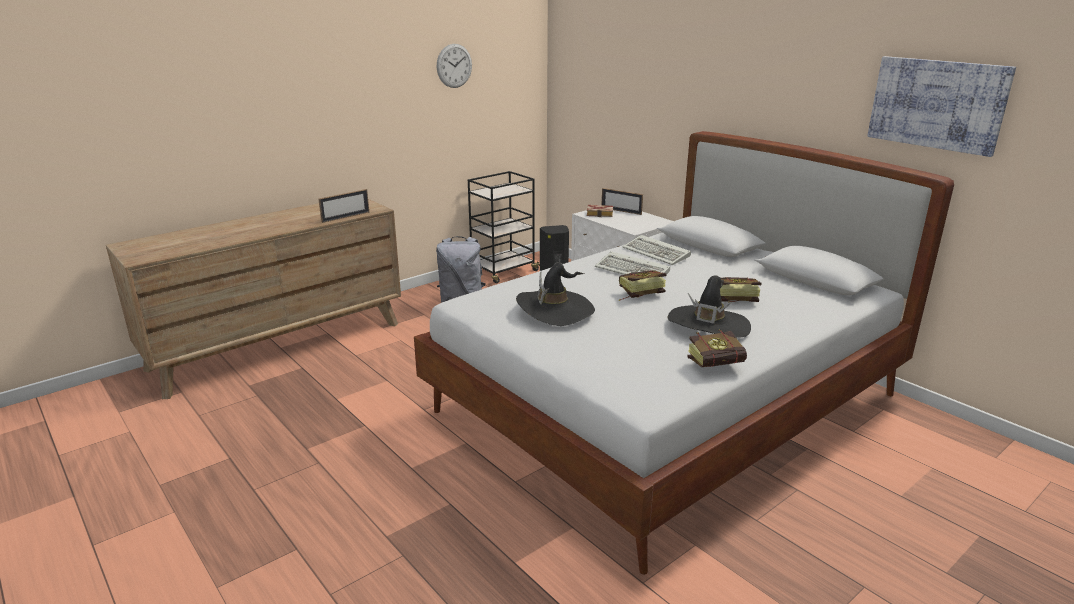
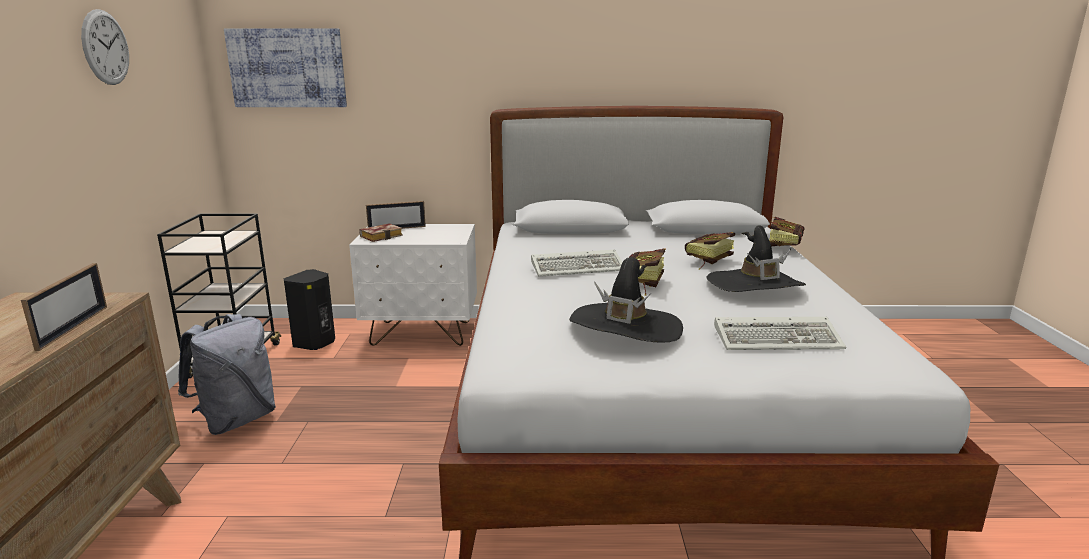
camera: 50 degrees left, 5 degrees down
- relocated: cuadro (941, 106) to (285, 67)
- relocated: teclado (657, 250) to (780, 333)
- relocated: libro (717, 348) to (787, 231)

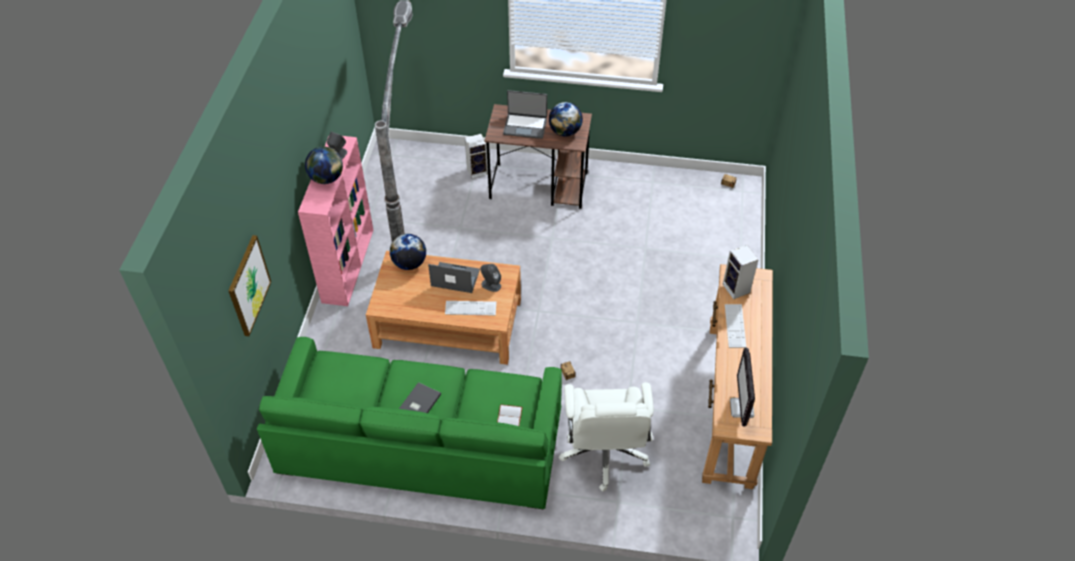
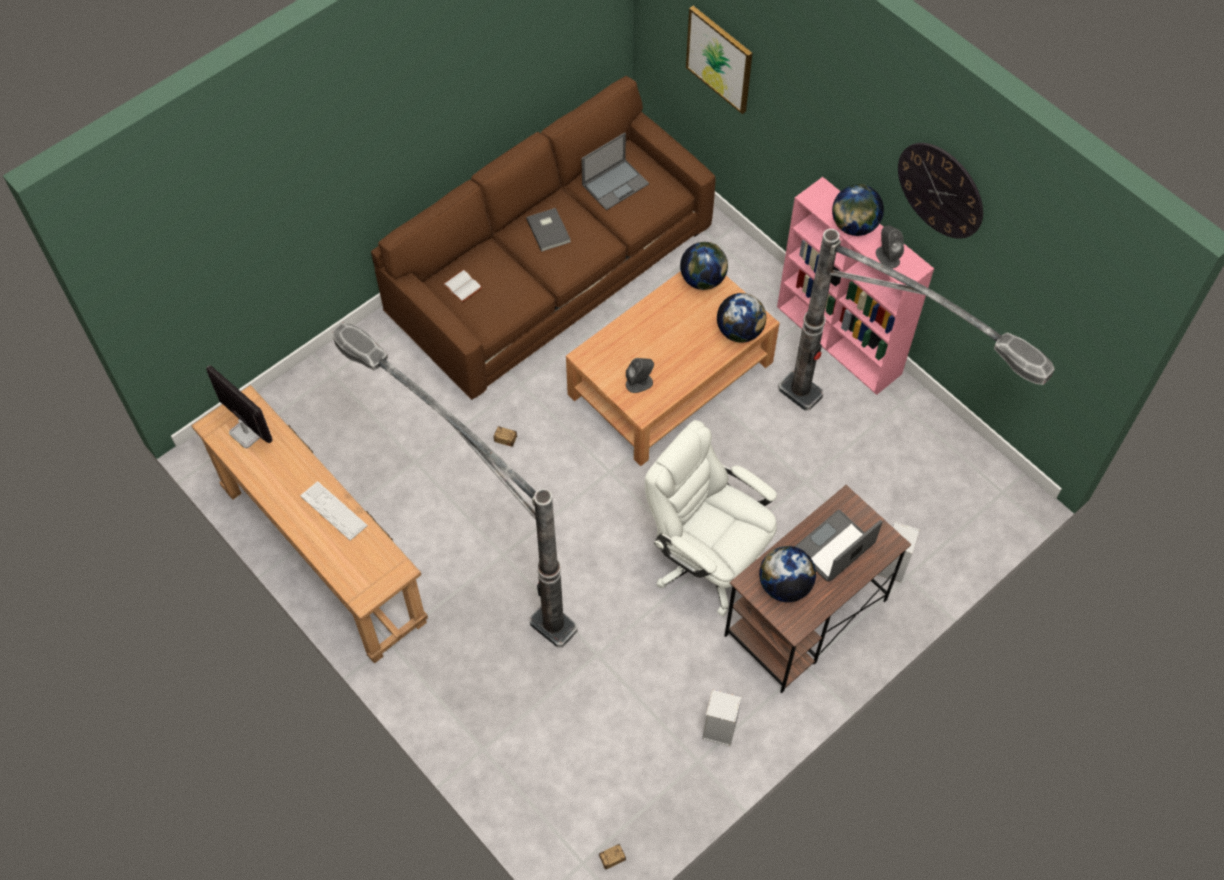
camera: 130 degrees right, 10 degrees up
- appeared: lámpara de pie (455, 485)
- colour: sofá [verde] (409, 423) to sofá [marrón] (543, 238)
- relocated: portátil (454, 277) to (615, 171)
- relocated: silla de oficina [blanco] (606, 436) to (711, 518)
- appeared: globo terráqueo (704, 266)
- relocated: altavoz (740, 272) to (722, 718)
- appeared: reloj de pared (940, 191)
- missing: teclado (470, 308)

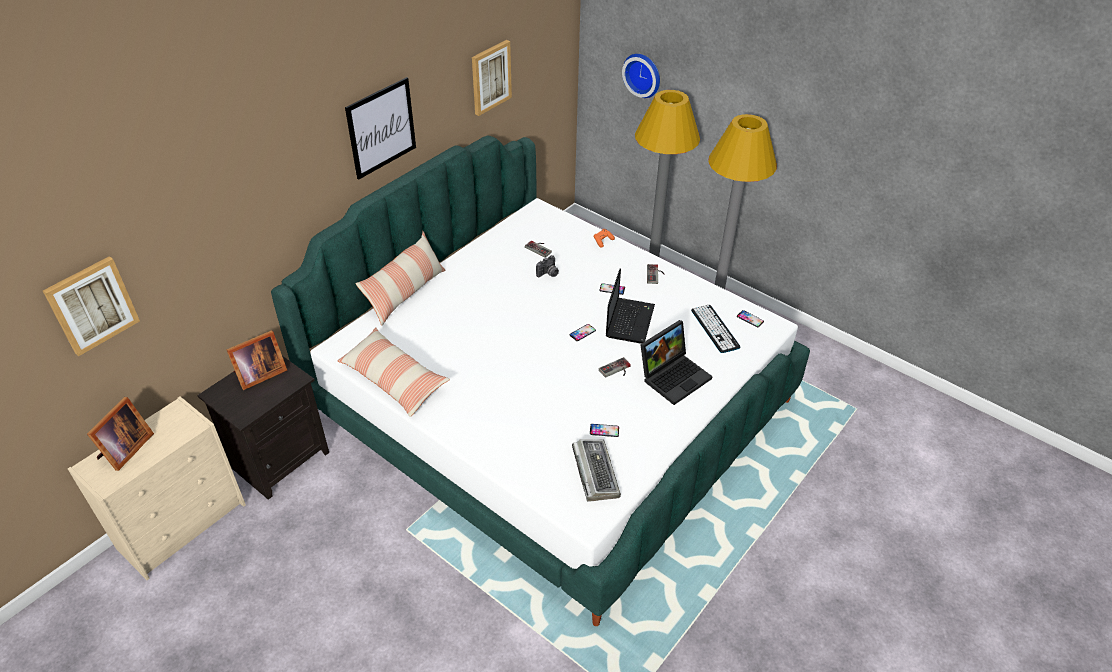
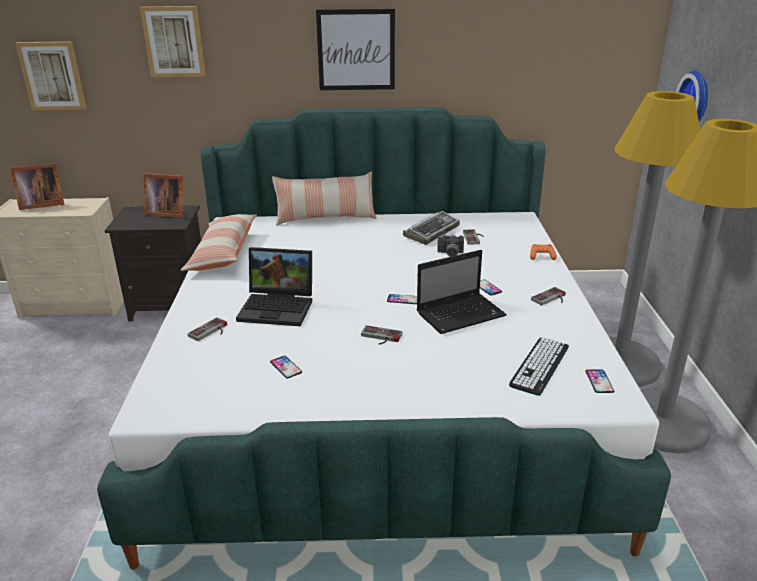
camera: 50 degrees right, 15 degrees down
- relocated: cuadro (492, 78) to (173, 41)
- appeared: mando de consola (207, 329)
- relocated: portátil (676, 362) to (274, 286)
- relocated: teclado (596, 470) to (431, 228)

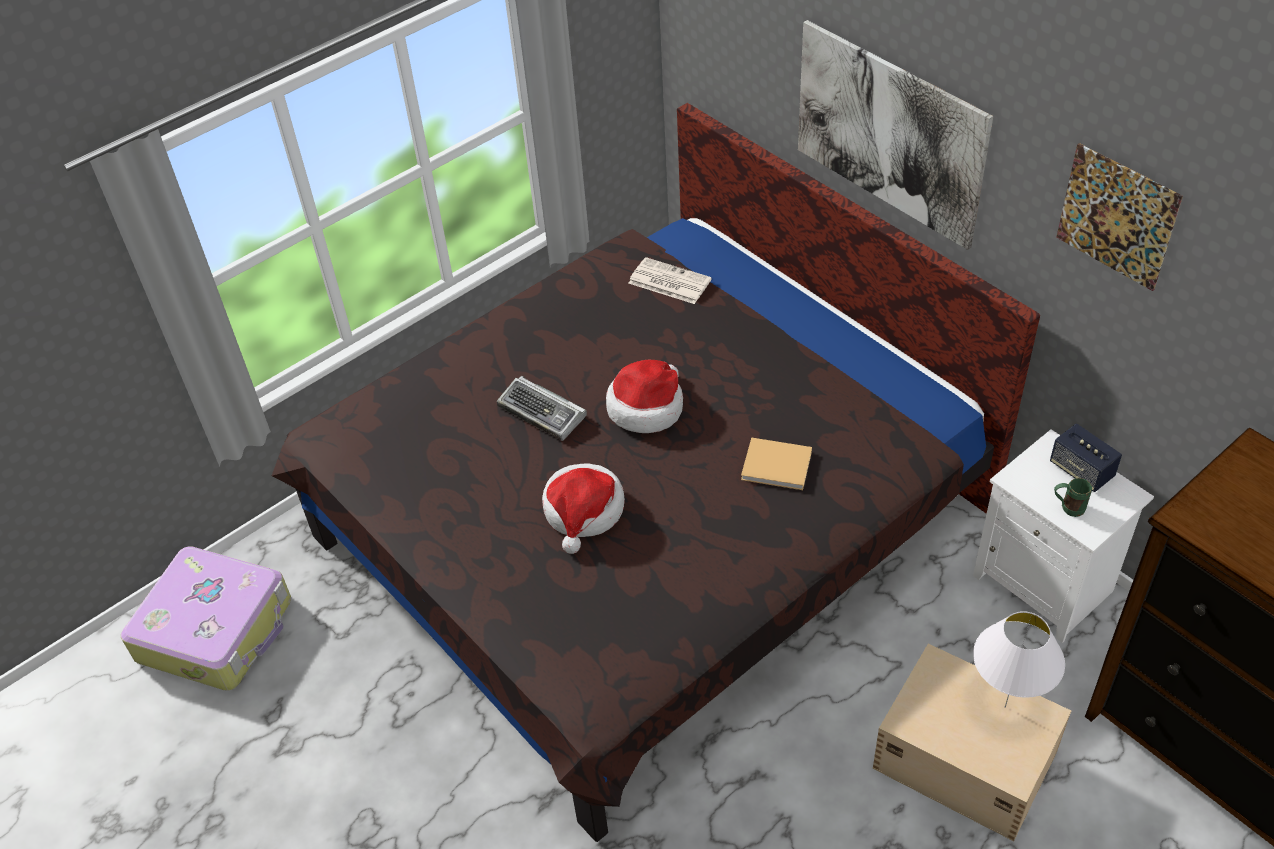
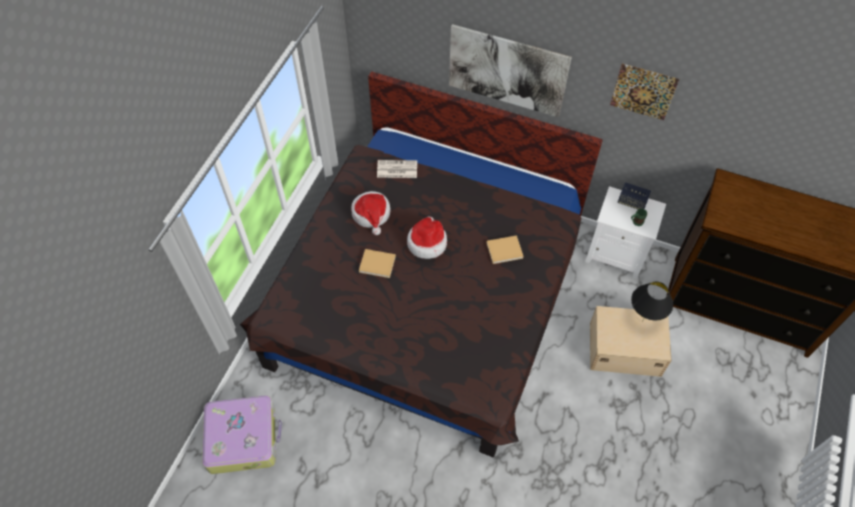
camera: 30 degrees left, 10 degrees up
- relocated: sombrero (583, 509) to (370, 213)
- exchanged: teclado (542, 408) to libro [beis] (377, 263)
- colour: lámpara de mesa [blanco] (1019, 659) to lámpara de mesa [negro] (652, 302)

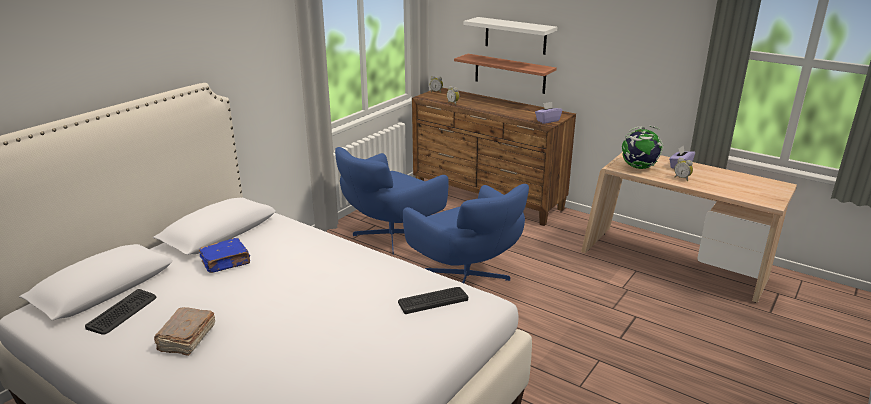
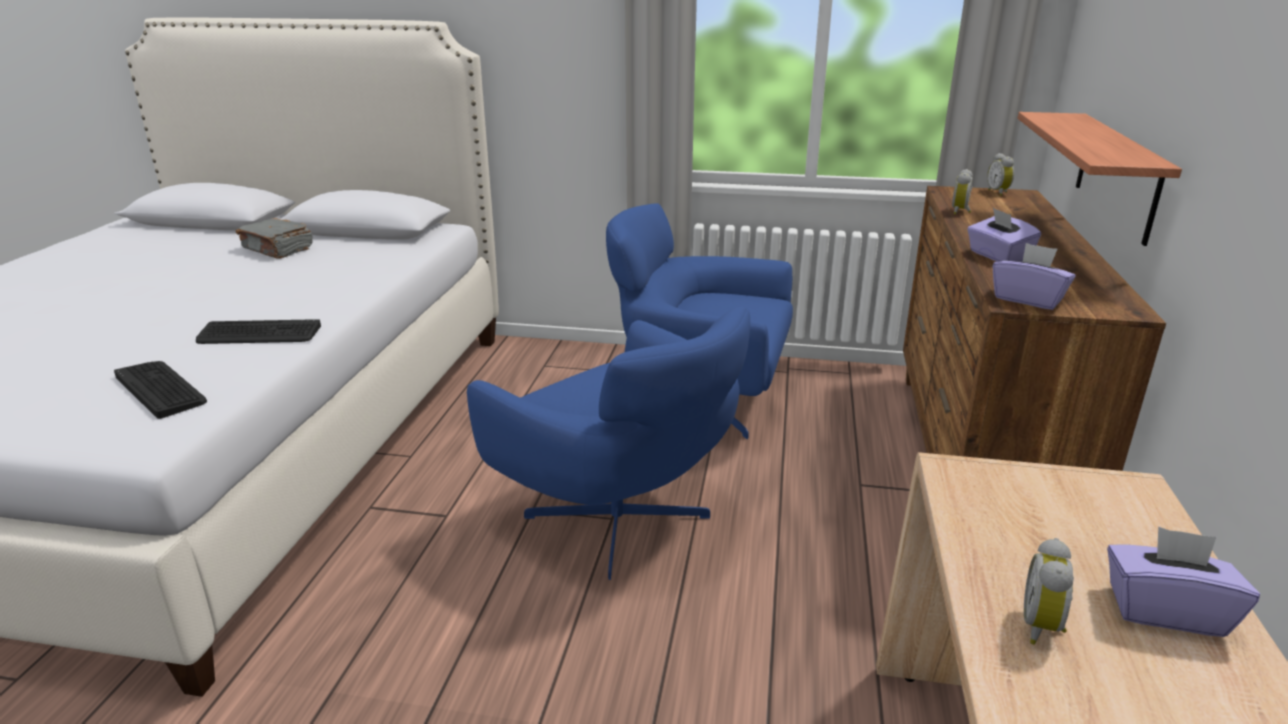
camera: 65 degrees right, 0 degrees up
- relocated: teclado (120, 312) to (258, 331)
- colour: libro [azul] (224, 255) to libro [gris] (274, 238)
- spun: sillón [azul] (466, 233) = (608, 443) 75 degrees counterclockwise
- appeared: caja de pañuelos [morado] (1004, 235)
- missing: libro [marrón] (184, 331)
- missing: estante [blanco] (510, 36)
- missing: globo terráqueo (642, 147)

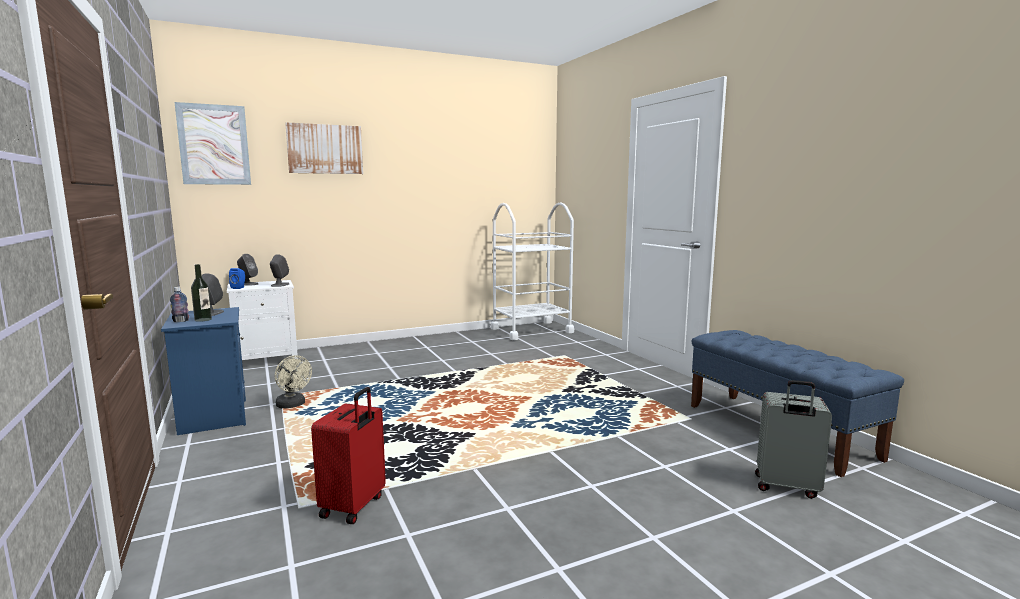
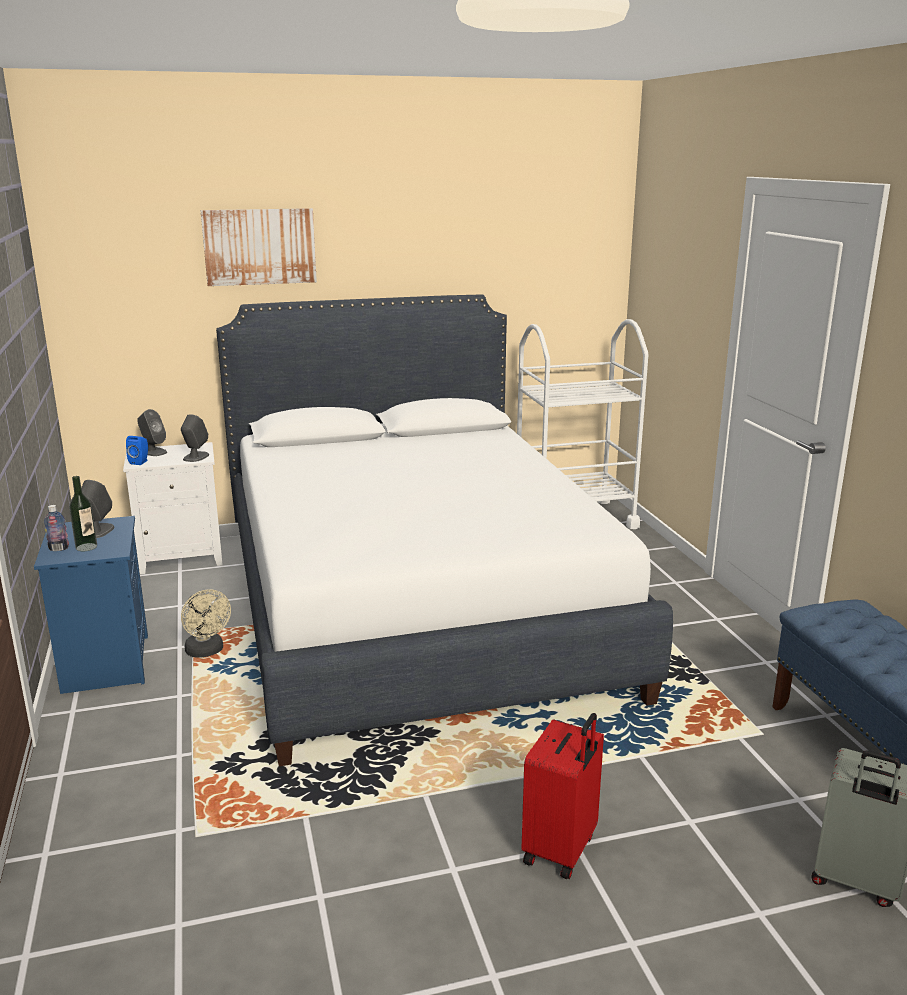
camera: 10 degrees right, 10 degrees up
- appeared: cama [blanco] (444, 530)
- relocated: maleta [rojo] (348, 455) to (562, 796)
- missing: cuadro (213, 143)

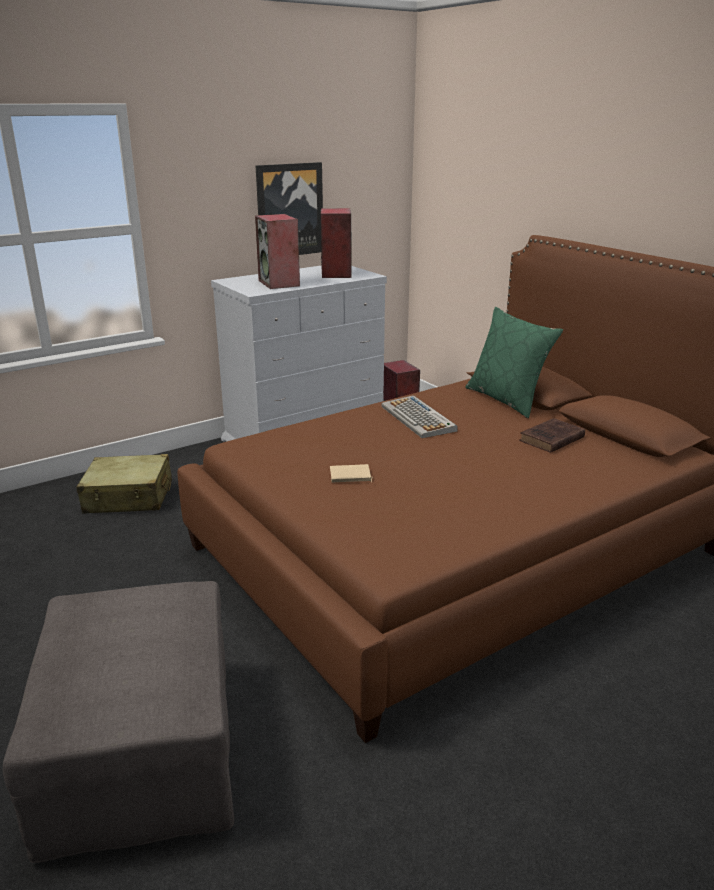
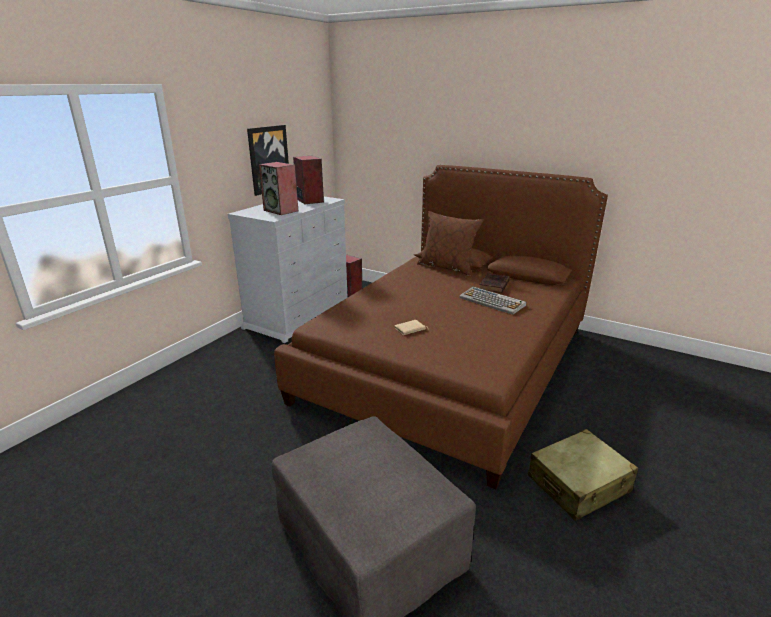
camera: 25 degrees left, 0 degrees up
- colour: cojín [verde] (514, 362) to cojín [marrón] (450, 243)
- relocated: teclado (419, 416) to (492, 301)
- relocated: maleta [beis] (124, 484) to (583, 475)

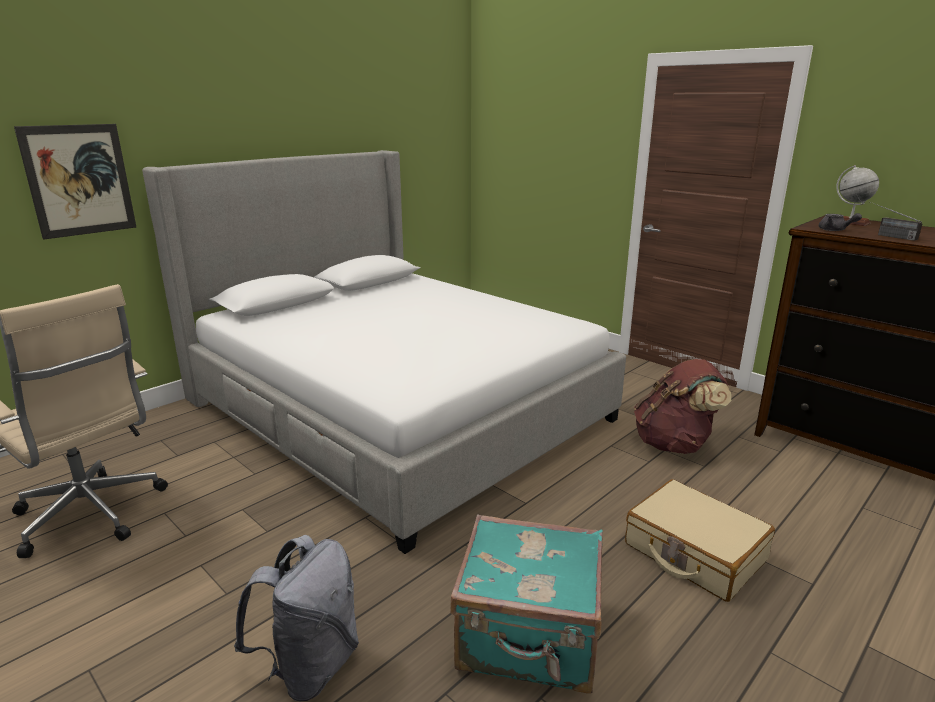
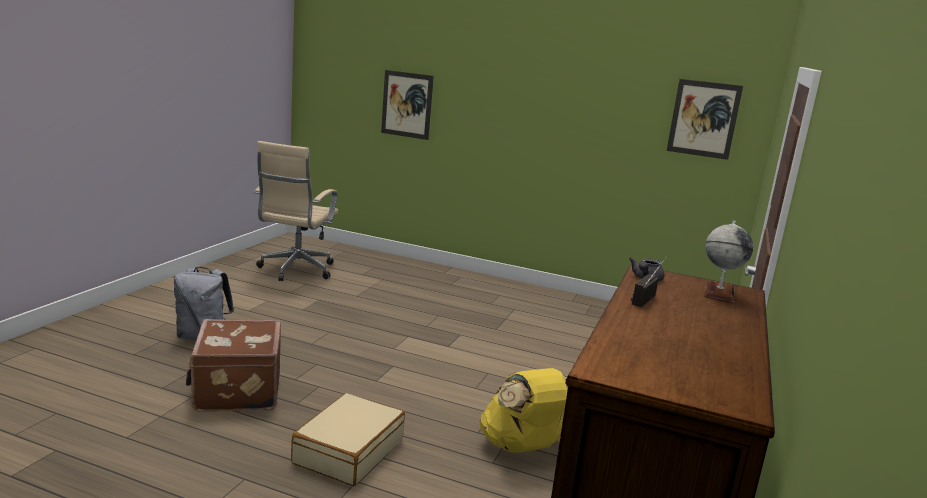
camera: 65 degrees right, 5 degrees down
- colour: maleta [turquesa] (526, 604) to maleta [marrón] (233, 365)
- colour: mochila [marrón] (682, 406) to mochila [amarillo] (524, 410)
- appeared: cuadro (705, 119)
- missing: cama (384, 352)

